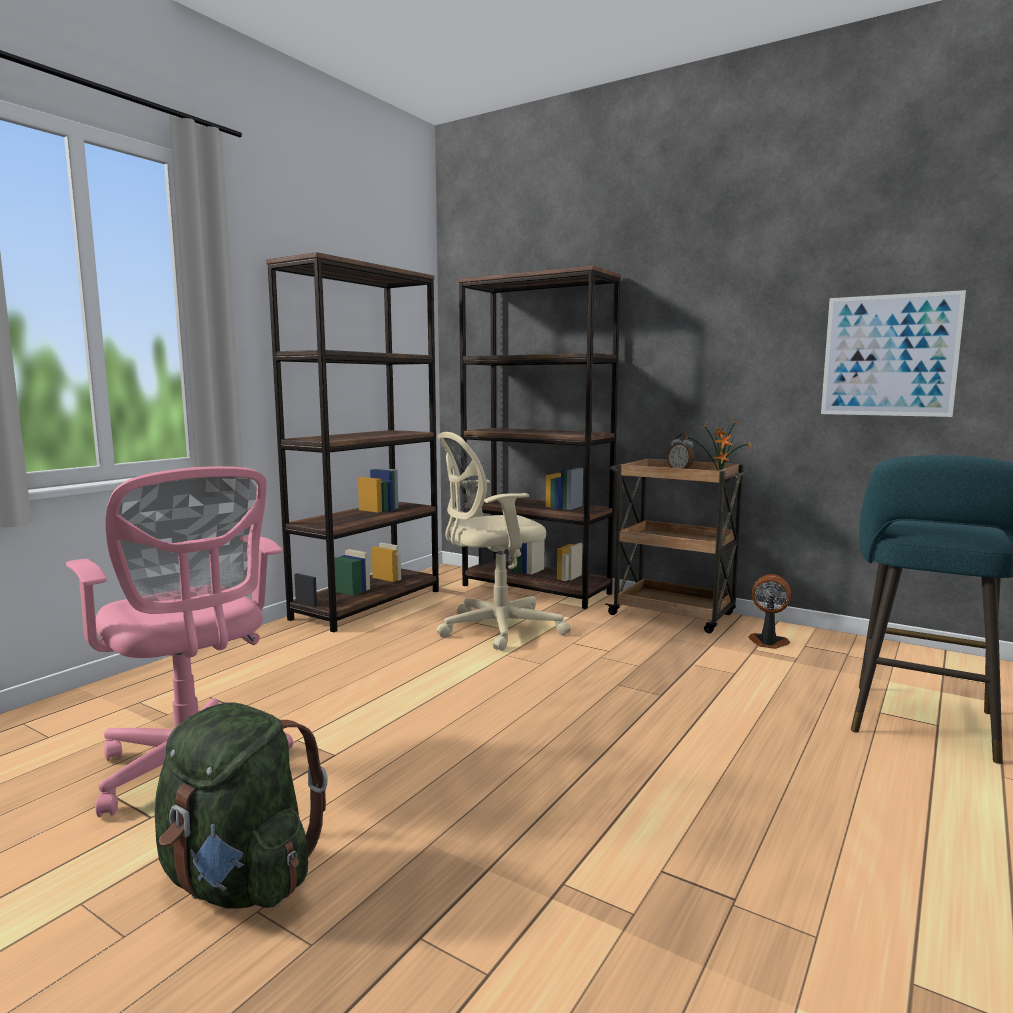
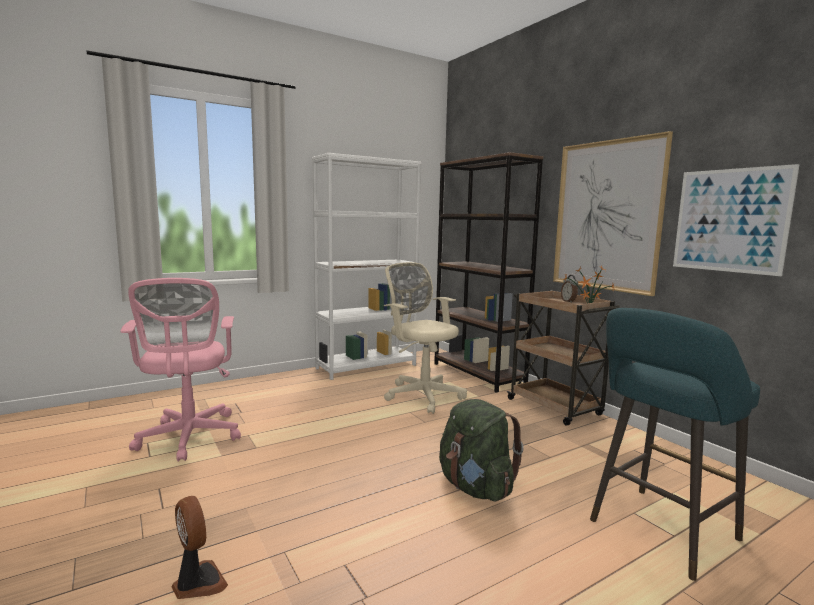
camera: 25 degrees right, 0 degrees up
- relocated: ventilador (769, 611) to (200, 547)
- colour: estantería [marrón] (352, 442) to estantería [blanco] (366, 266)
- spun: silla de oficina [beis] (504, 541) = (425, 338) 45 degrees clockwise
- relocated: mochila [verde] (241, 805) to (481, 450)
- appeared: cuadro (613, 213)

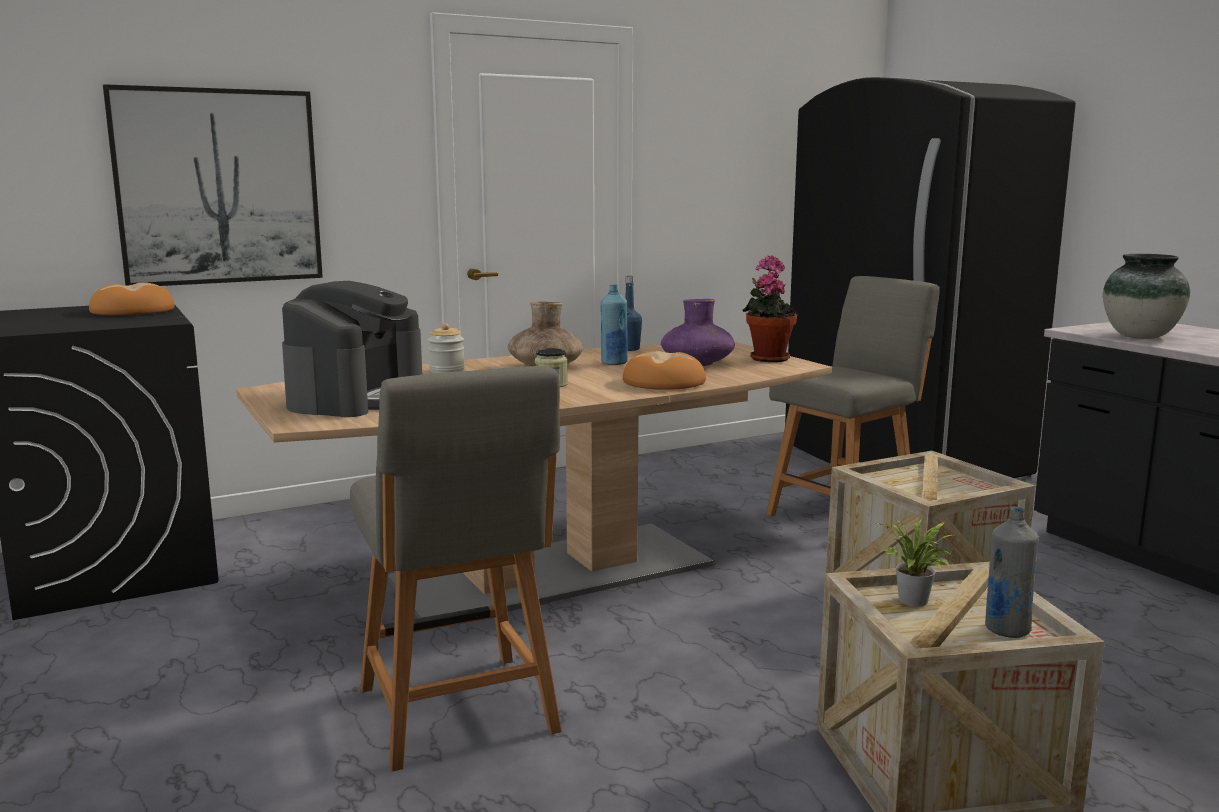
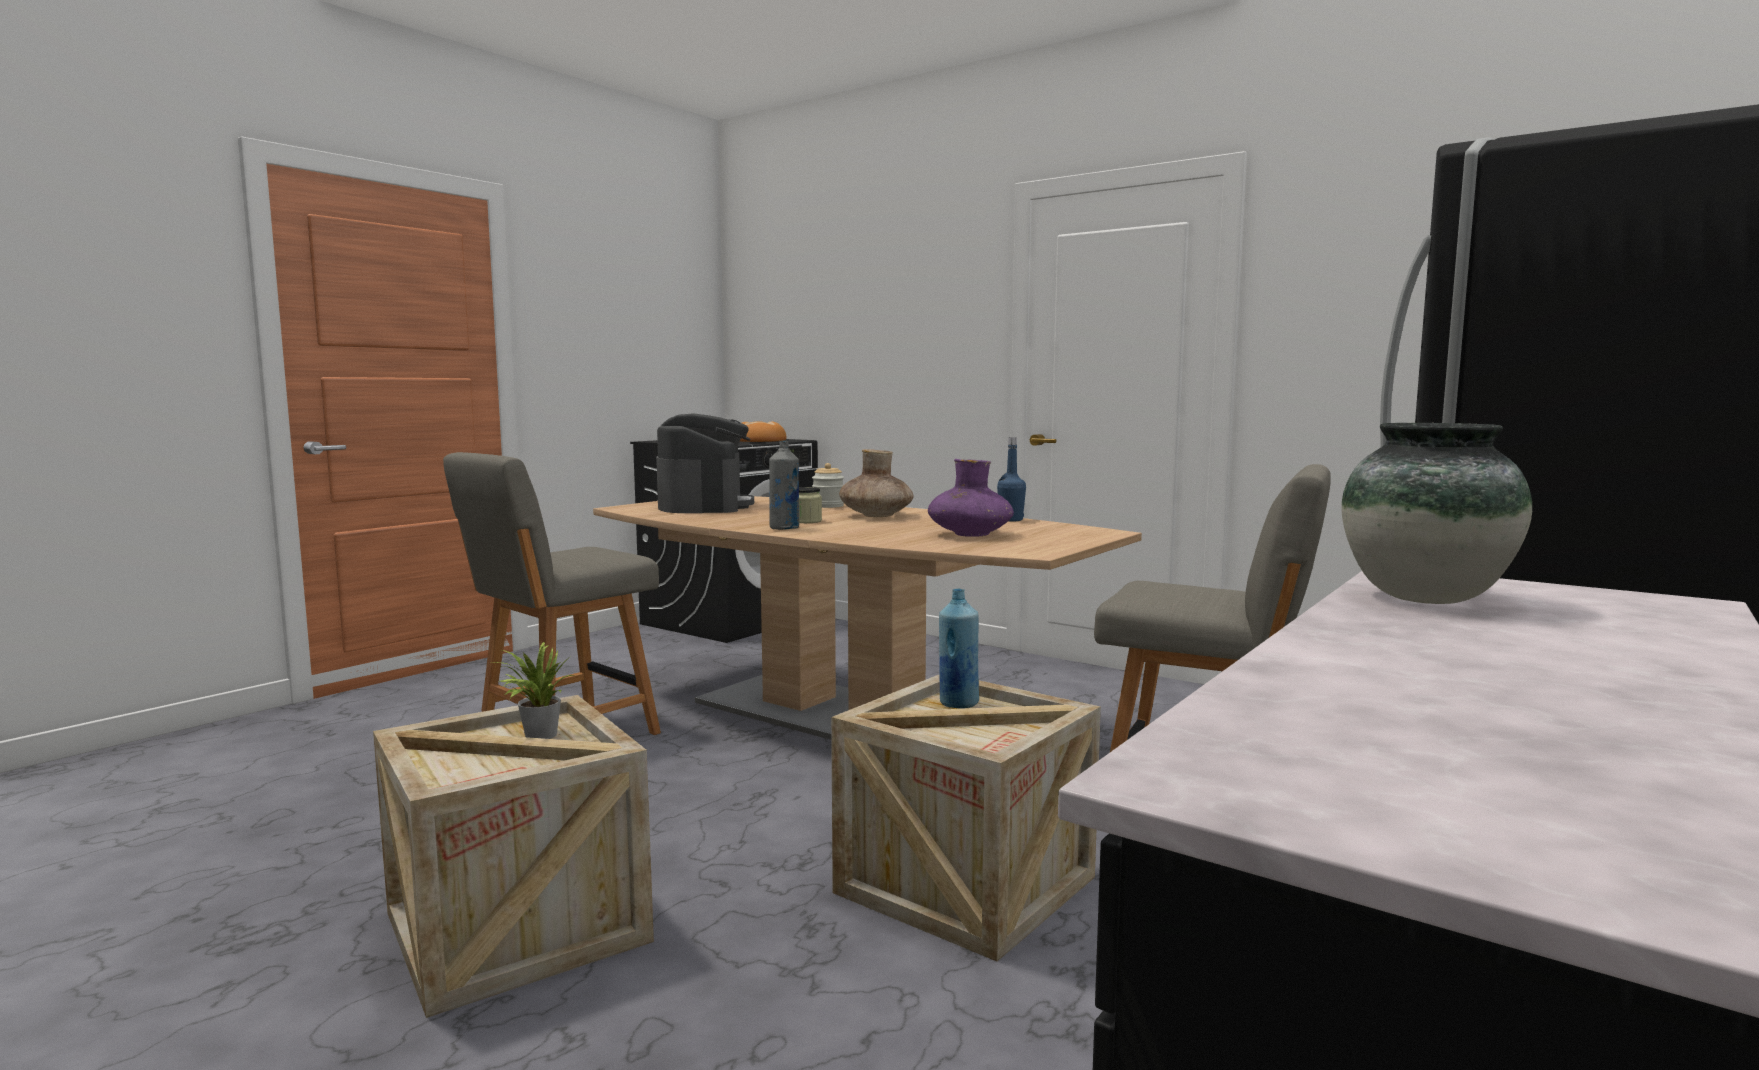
camera: 65 degrees right, 5 degrees down
- spun: cafetera (352, 349) = (705, 463) 90 degrees counterclockwise
- relocated: botella [gris] (1012, 572) to (784, 485)
- relocated: botella [azul] (614, 325) to (959, 648)
- missing: cuadro (213, 185)
- missing: pan (664, 370)
- missing: planta en maceta (770, 308)

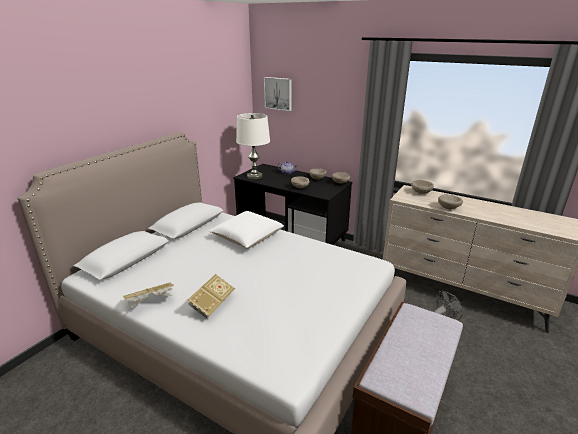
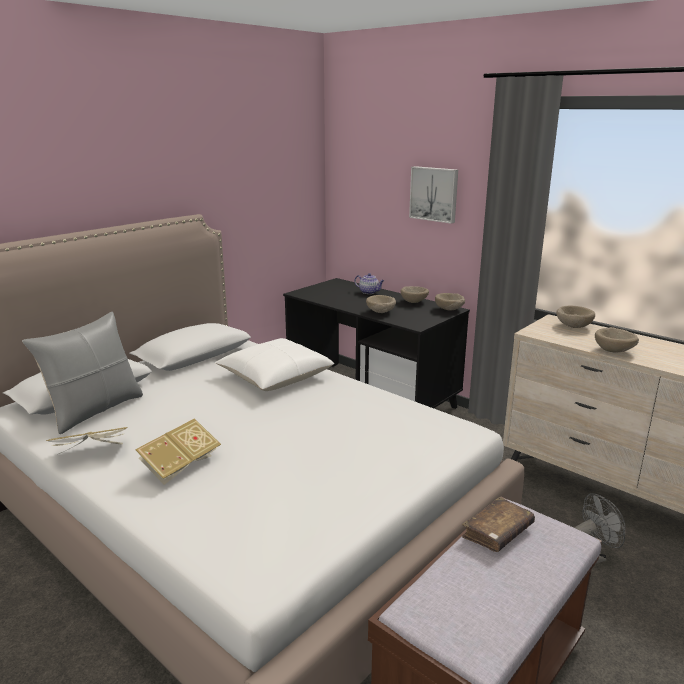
camera: 10 degrees right, 5 degrees down
- appeared: cojín [gris] (82, 373)
- relocated: cuadro (278, 94) to (433, 195)
- appeared: libro [marrón] (498, 524)
- missing: lámpara de mesa [blanco] (253, 146)

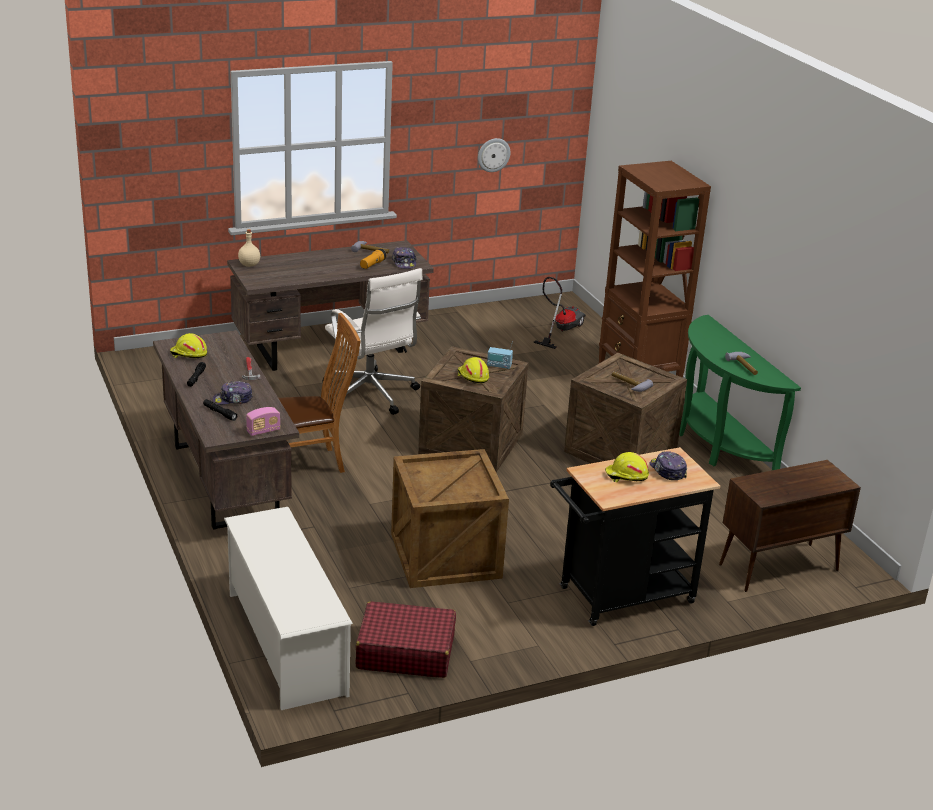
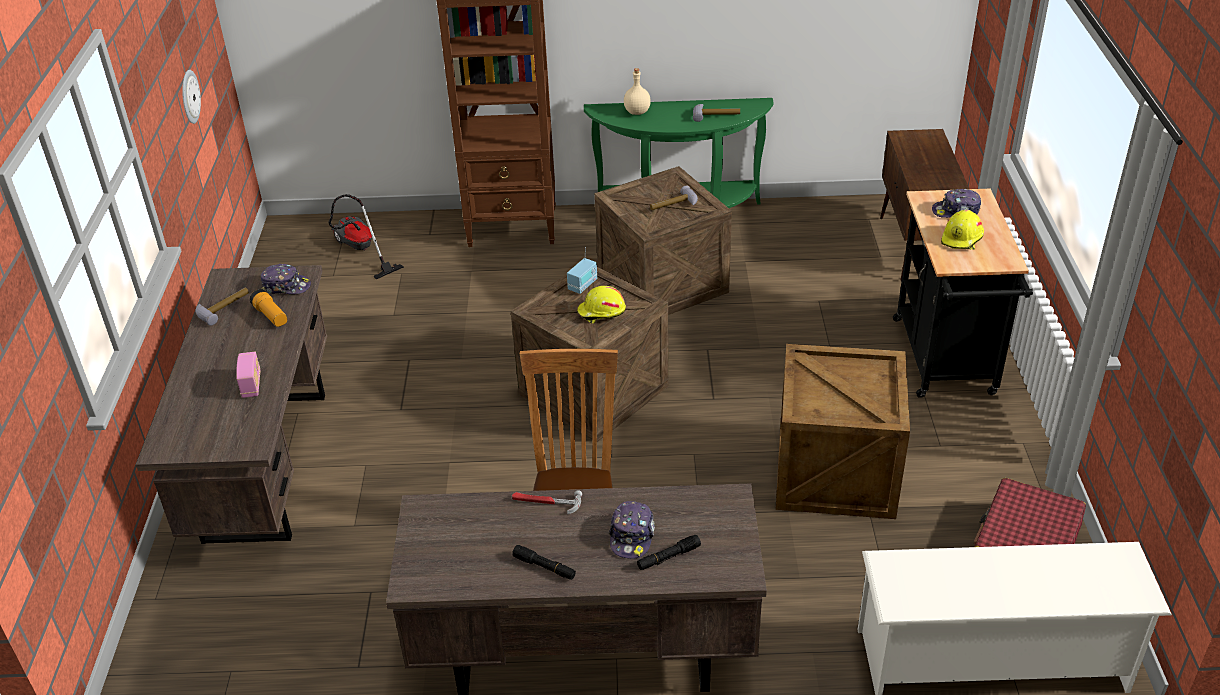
camera: 65 degrees left, 10 degrees up
- relocated: radio (263, 421) to (248, 375)
- relocated: botella [beis] (249, 248) to (637, 91)
- missing: casco [amarillo] (188, 345)
- missing: silla de oficina [blanco] (373, 341)

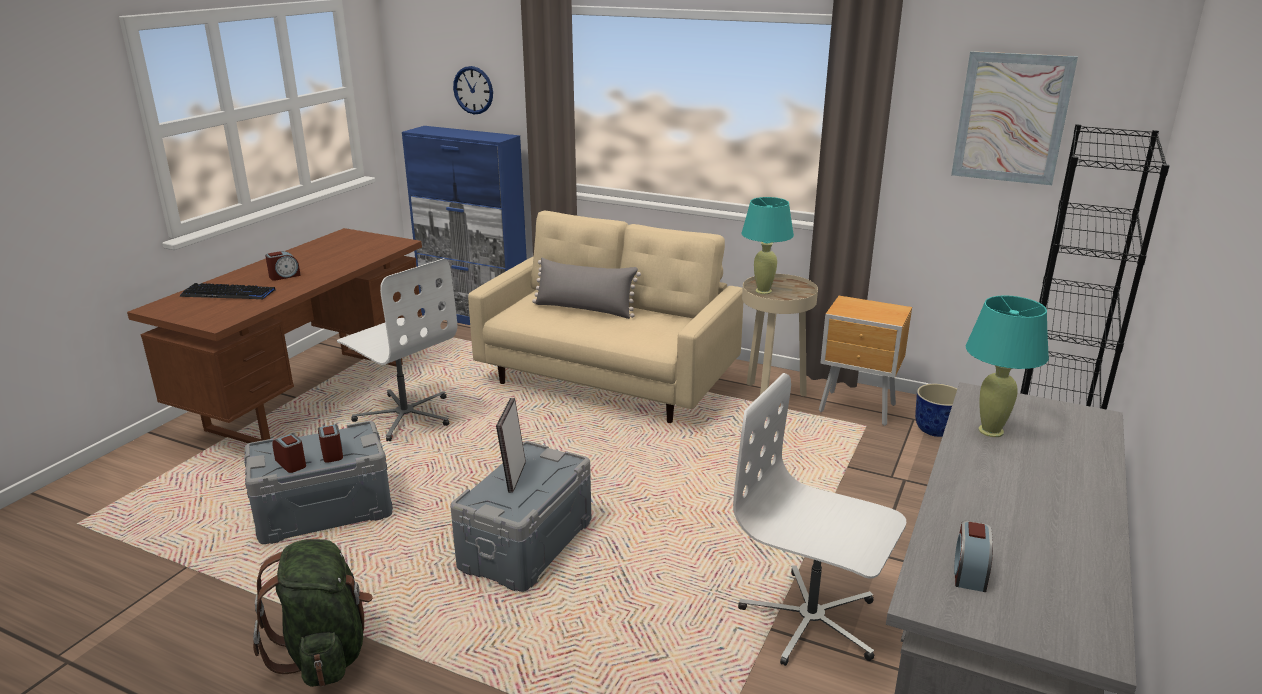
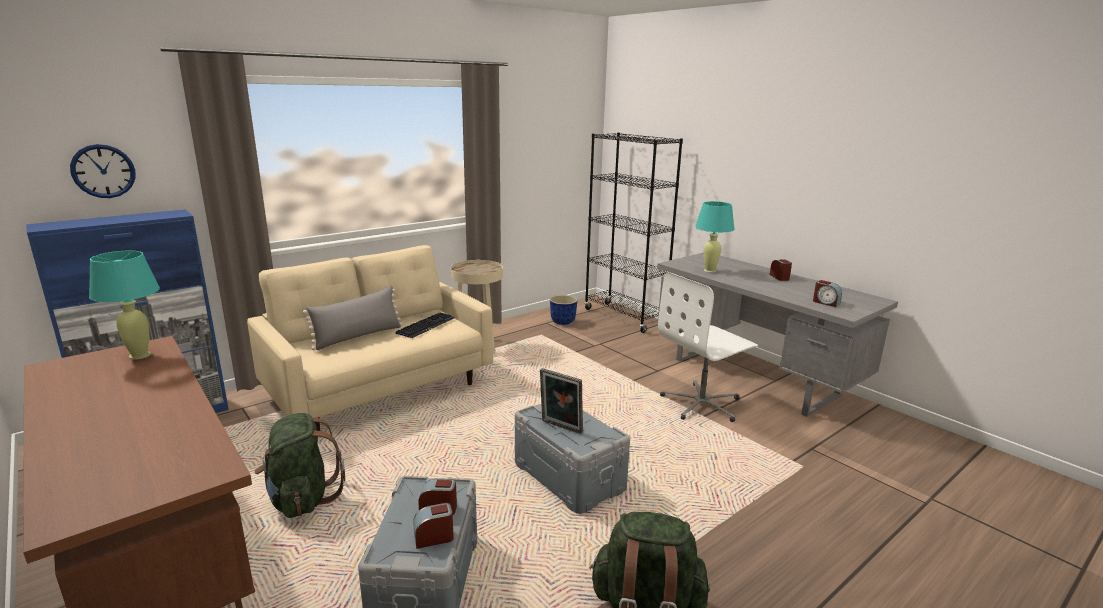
camera: 65 degrees left, 5 degrees down
- relocated: lámpara de mesa [turquesa] (767, 245) to (124, 305)
- exchanged: silla de oficina [blanco] (397, 349) to mochila [verde] (300, 465)
- relocated: teclado (227, 291) to (425, 325)
- relocated: despertador (283, 266) to (781, 270)
- missing: mesita de noche [marrón] (865, 361)
- missing: cuadro (1014, 118)

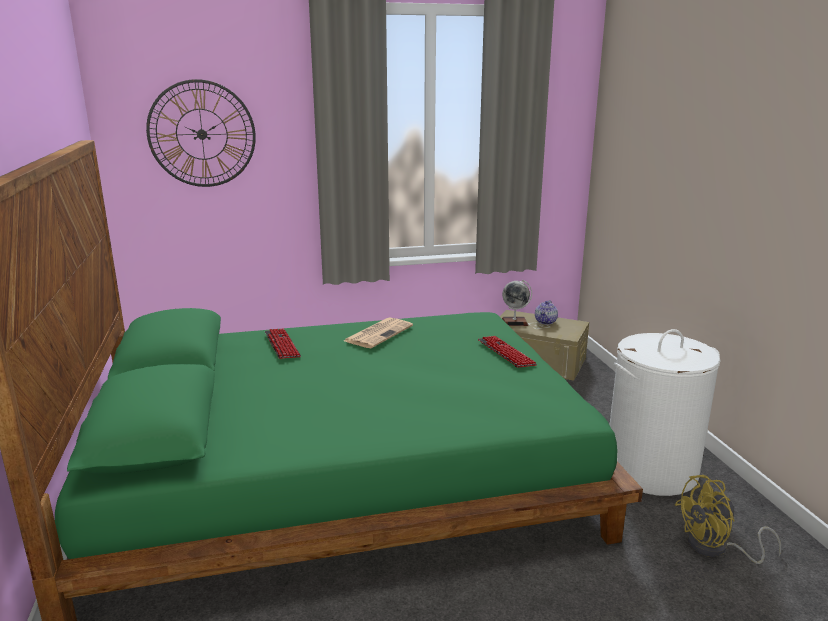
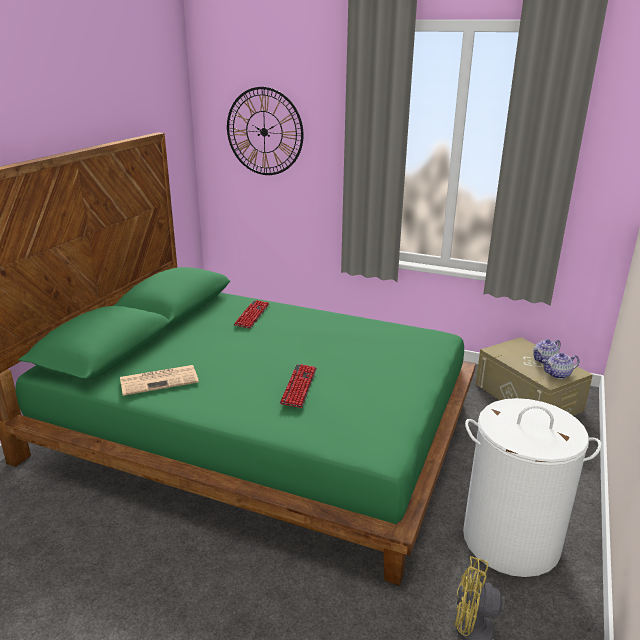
camera: 35 degrees right, 5 degrees up
- relocated: periódico (378, 332) to (159, 380)
- relocated: teclado (507, 352) to (298, 386)
- appeared: tetera (560, 366)
- missing: globo terráqueo (517, 303)

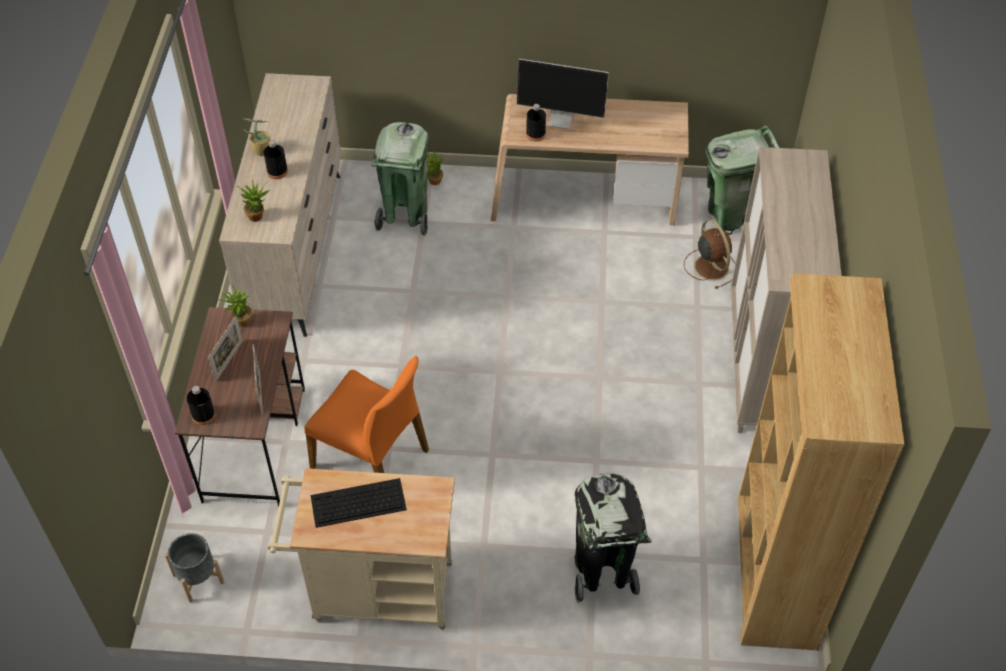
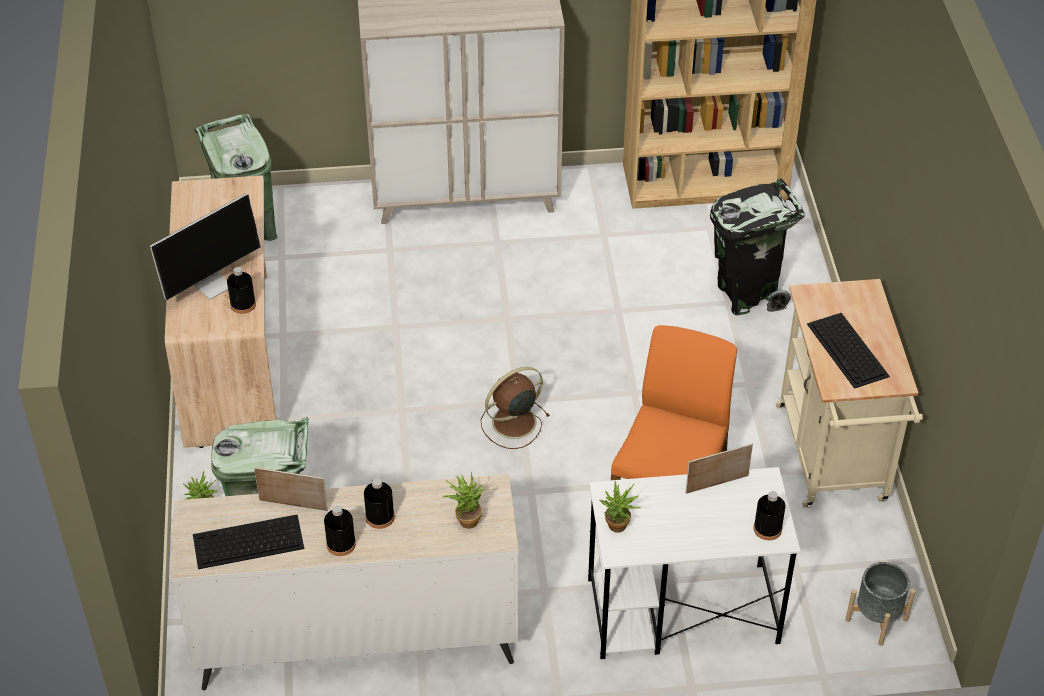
camera: 100 degrees left, 5 degrees down
- spun: monitor (563, 94) = (205, 246) 45 degrees clockwise
- appeared: teclado (248, 542)
- relocated: portarretratos (225, 349) to (291, 489)
- exchanged: planta en maceta (257, 137) to botella [negro] (340, 530)
- relocated: ventilador [marrón] (709, 254) to (515, 408)
- colour: escritorio [marrón] (240, 407) to escritorio [blanco] (694, 563)

